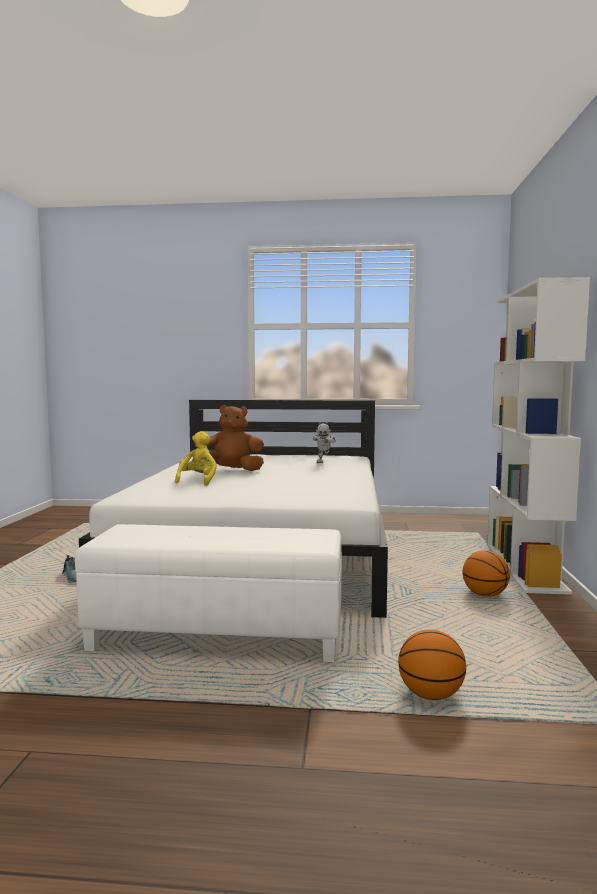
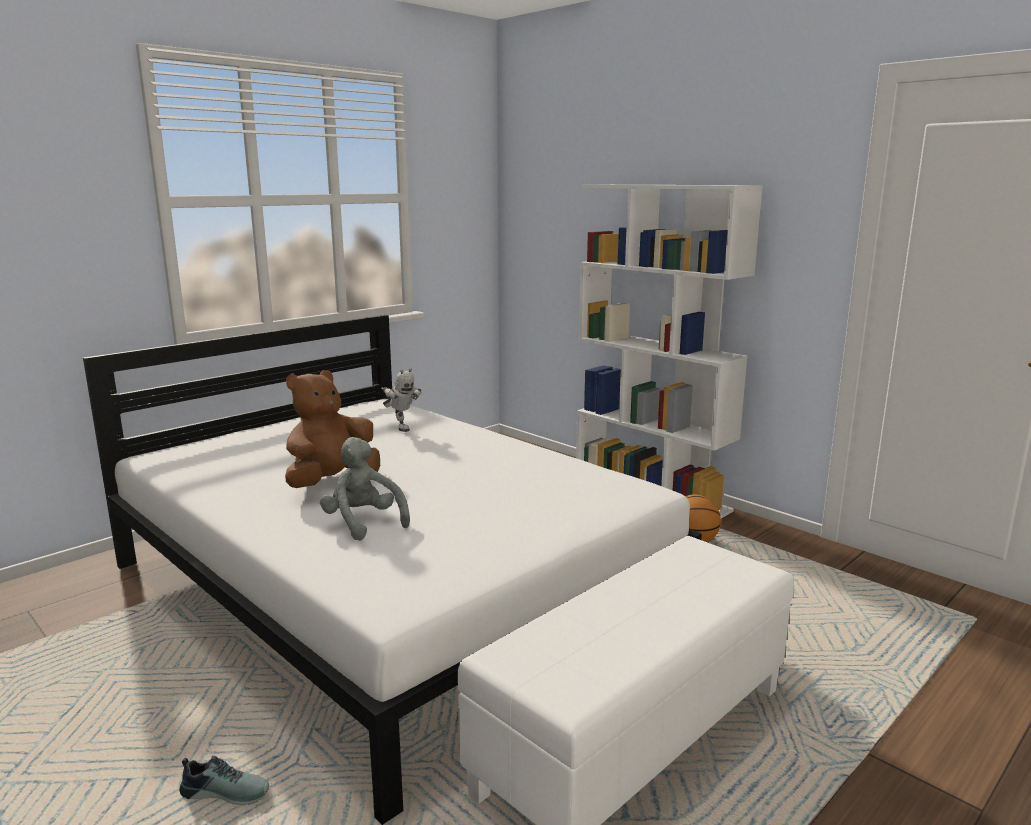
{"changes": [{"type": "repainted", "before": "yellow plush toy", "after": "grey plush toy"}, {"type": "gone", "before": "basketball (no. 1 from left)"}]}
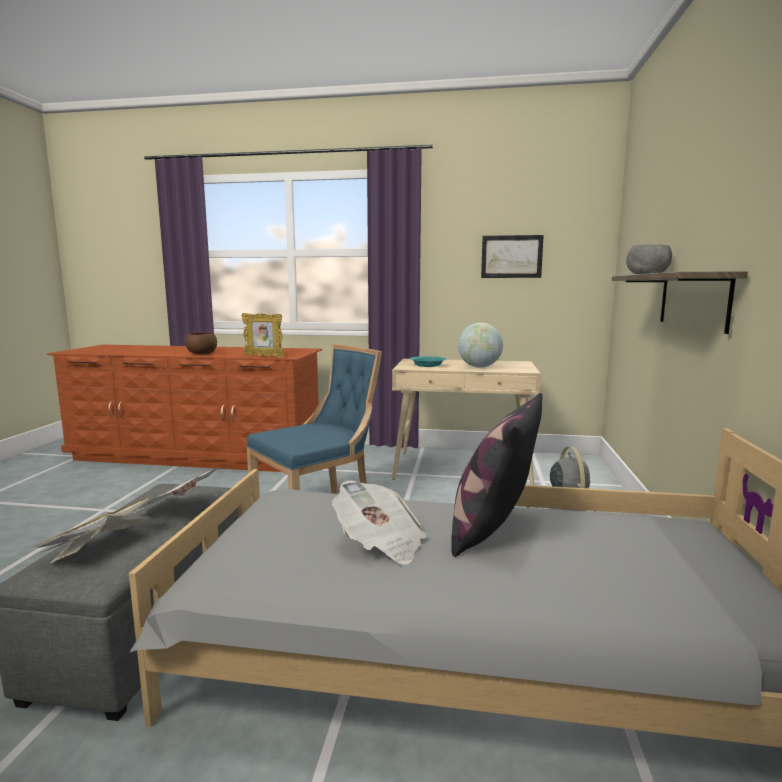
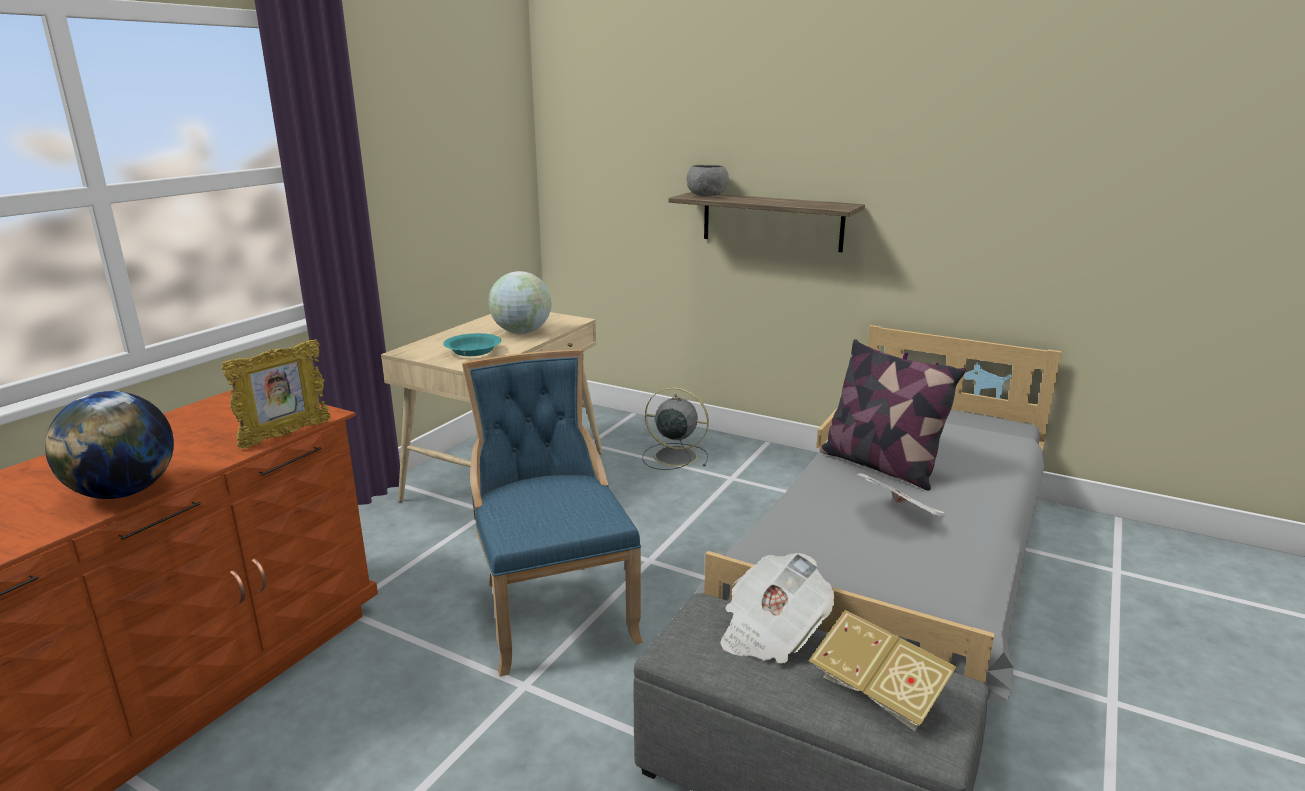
{"changes": [{"type": "gone", "before": "picture"}, {"type": "swapped", "before": "brown bowl", "after": "globe (no. 1 from left)"}]}
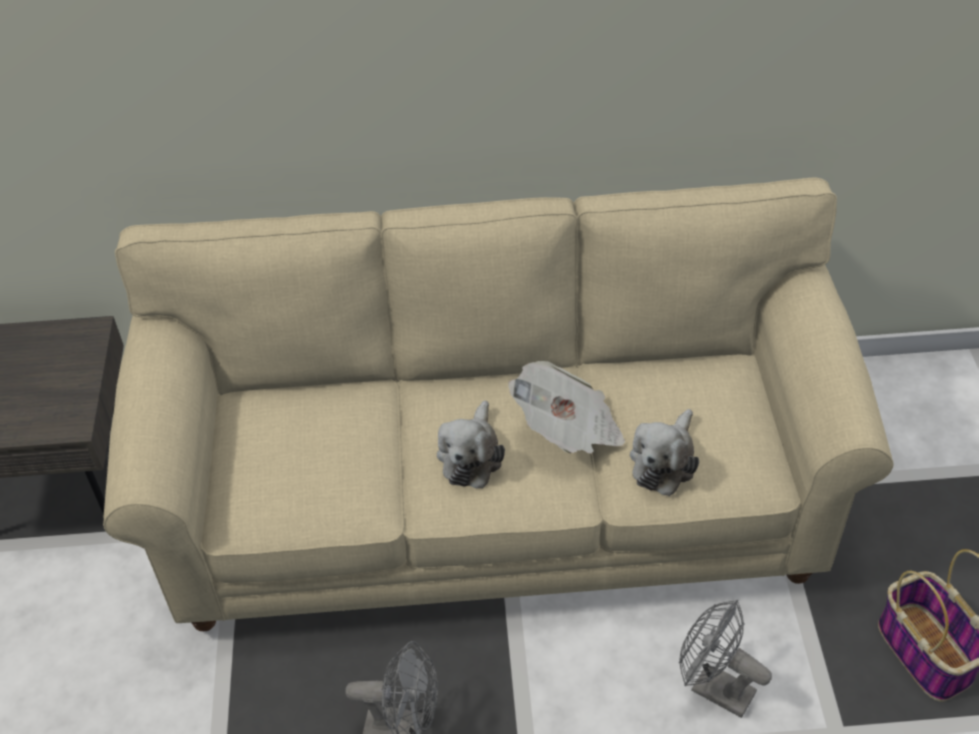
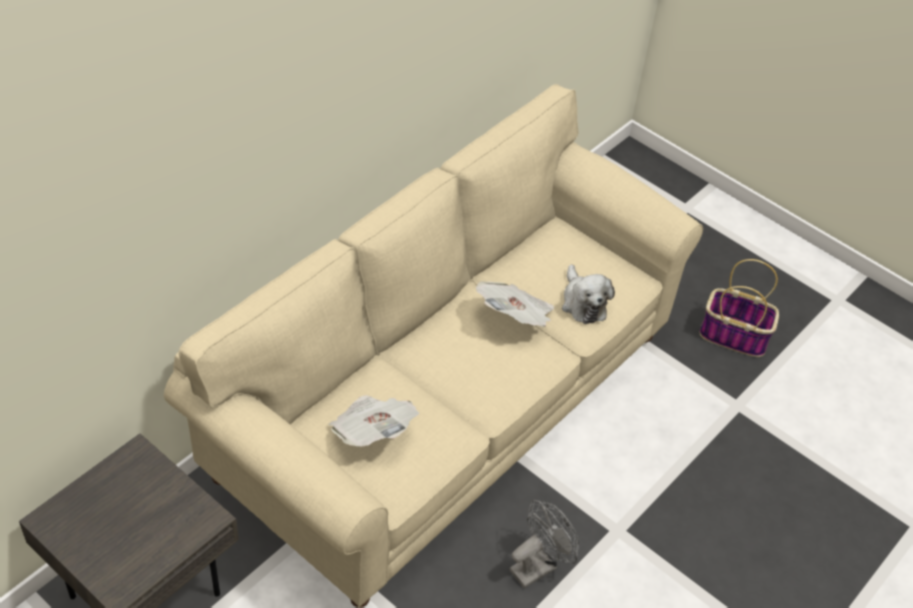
{"changes": [{"type": "gone", "before": "plush toy (no. 1 from left)"}, {"type": "gone", "before": "grey fan (no. 2 from left)"}, {"type": "new", "after": "newspaper (no. 1 from left)"}]}
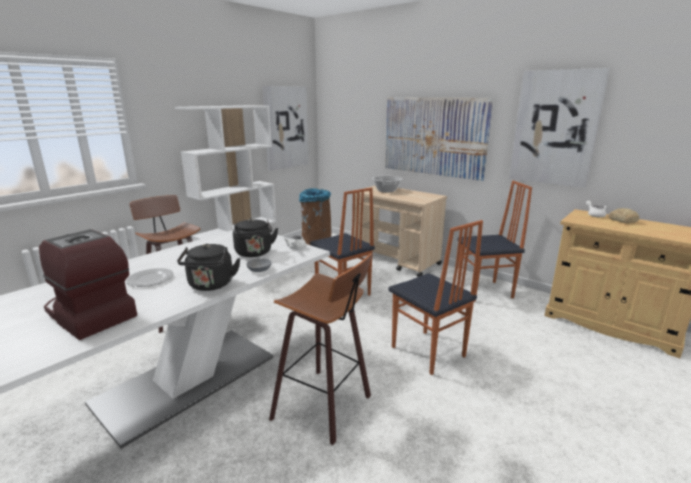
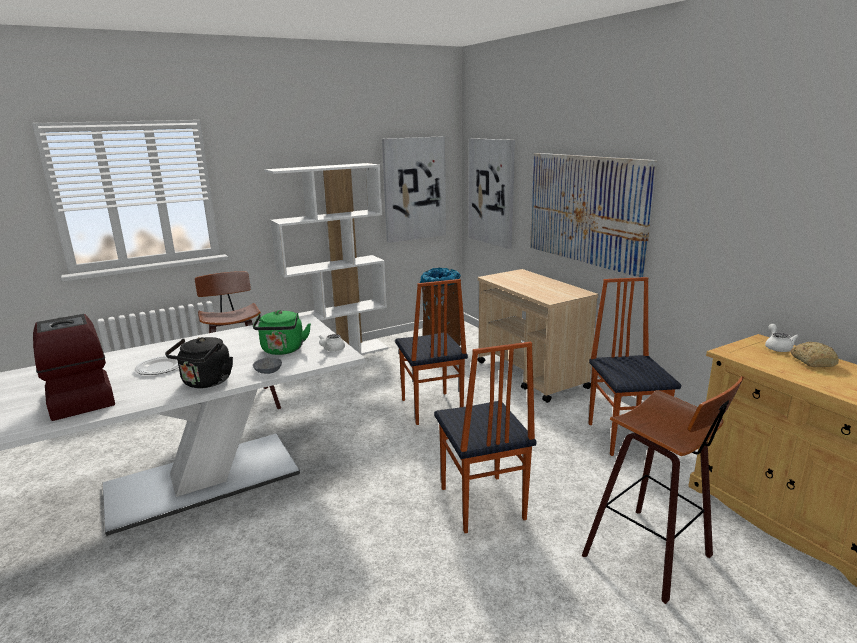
{"changes": [{"type": "shifted", "before": "picture (no. 3 from left in the first image)", "after": "picture (no. 2 from left)"}, {"type": "gone", "before": "cooking pot"}, {"type": "rotated", "before": "chair (no. 3 from left)", "turn": -105}, {"type": "repainted", "before": "black kettle (no. 2 from left)", "after": "green kettle"}, {"type": "shifted", "before": "stool (no. 2 from left)"}]}
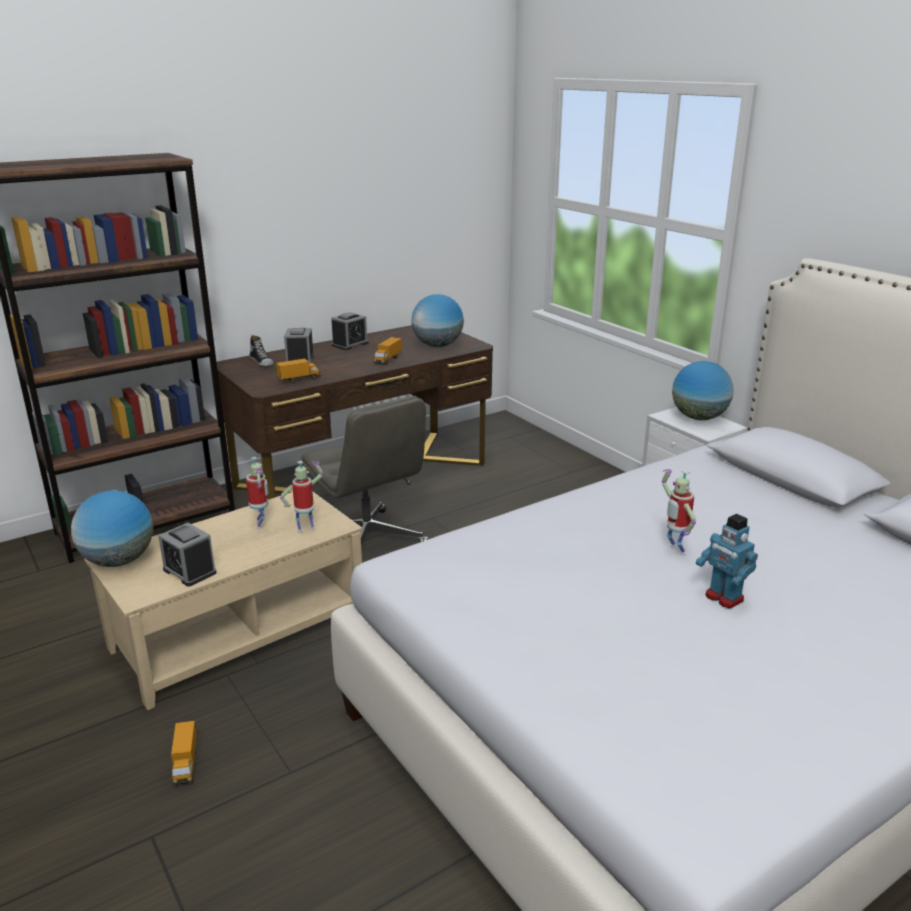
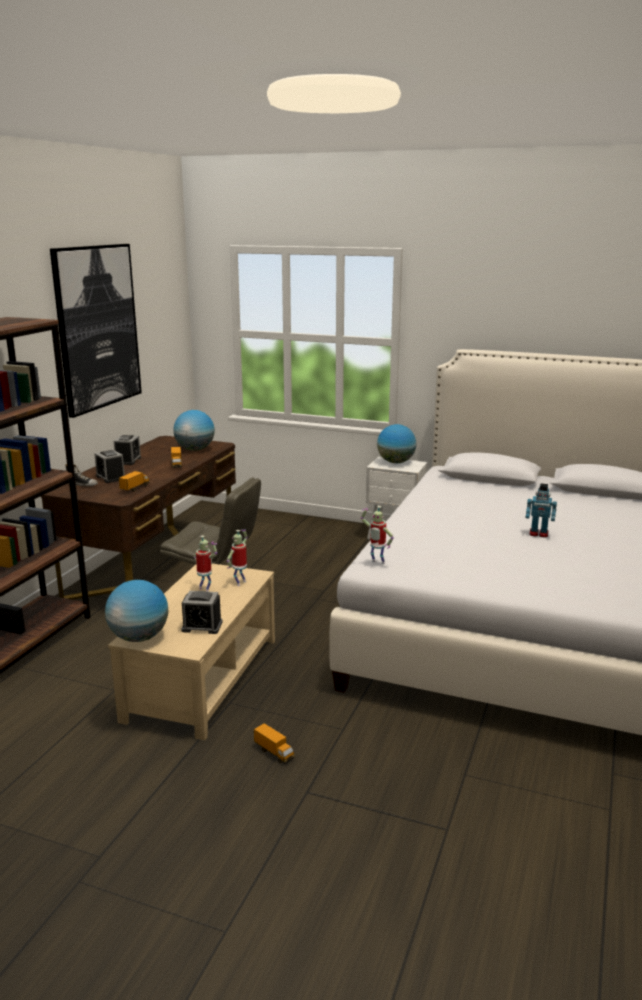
{"changes": [{"type": "shifted", "before": "toy robot (no. 3 from left)"}, {"type": "new", "after": "picture"}]}
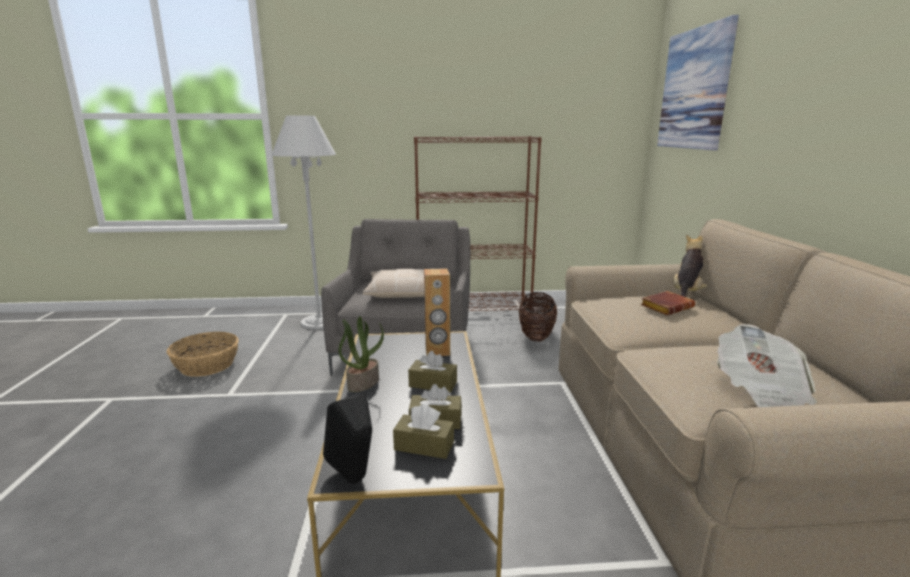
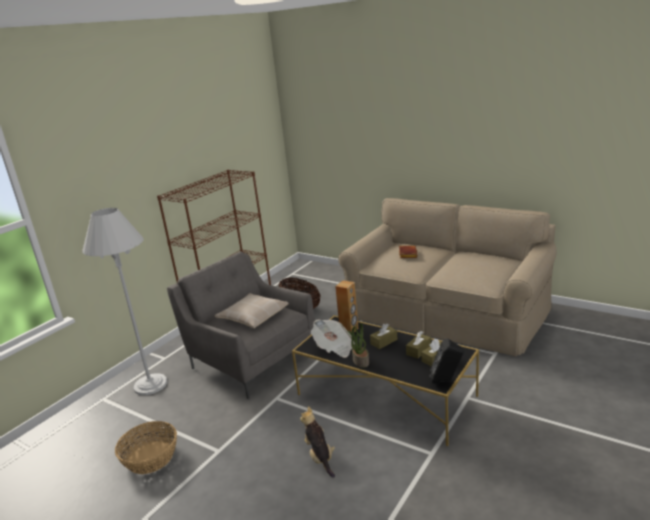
{"changes": [{"type": "gone", "before": "picture"}, {"type": "shifted", "before": "plush toy"}, {"type": "shifted", "before": "newspaper"}]}
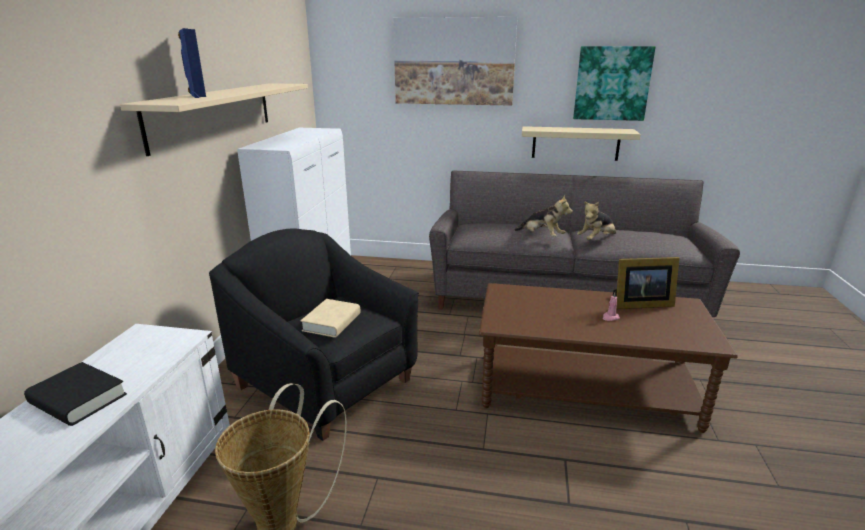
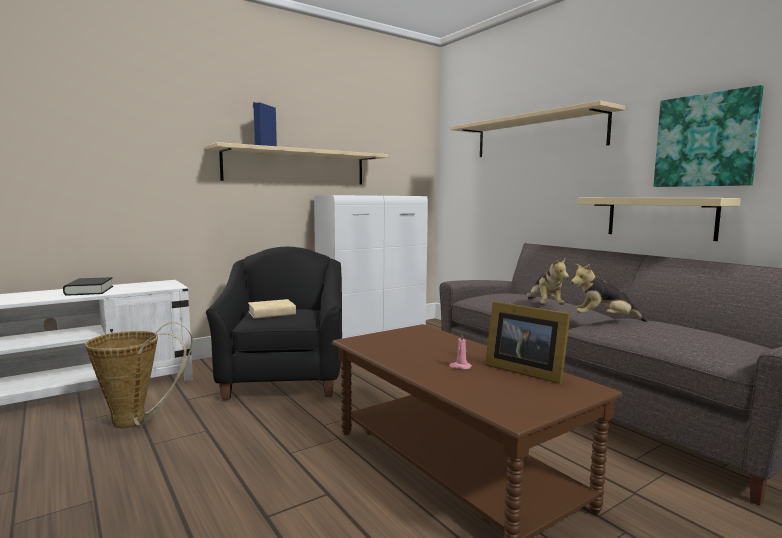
{"changes": [{"type": "swapped", "before": "picture (no. 1 from left)", "after": "beige shelf (no. 2 from left)"}]}
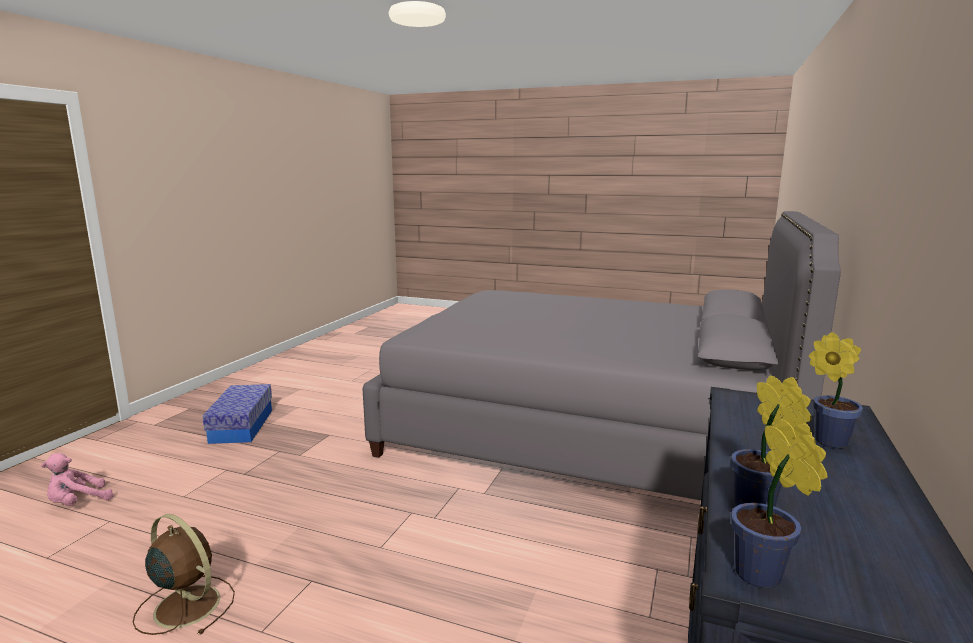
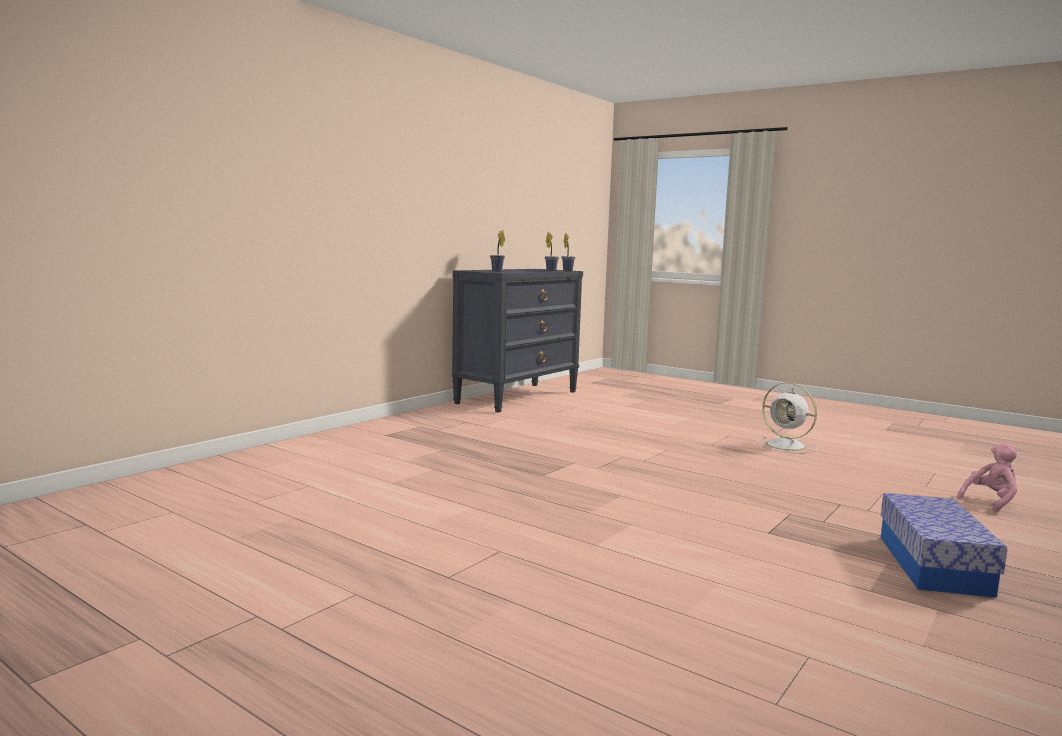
{"changes": [{"type": "gone", "before": "grey bed"}, {"type": "repainted", "before": "brown fan", "after": "white fan"}]}
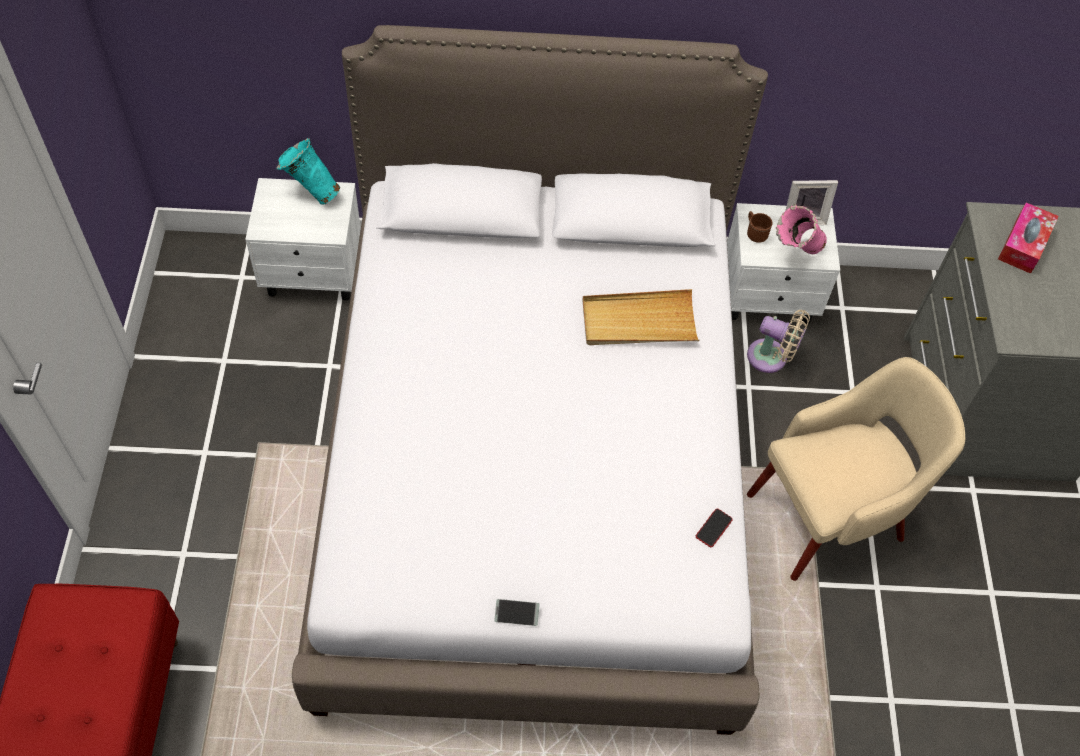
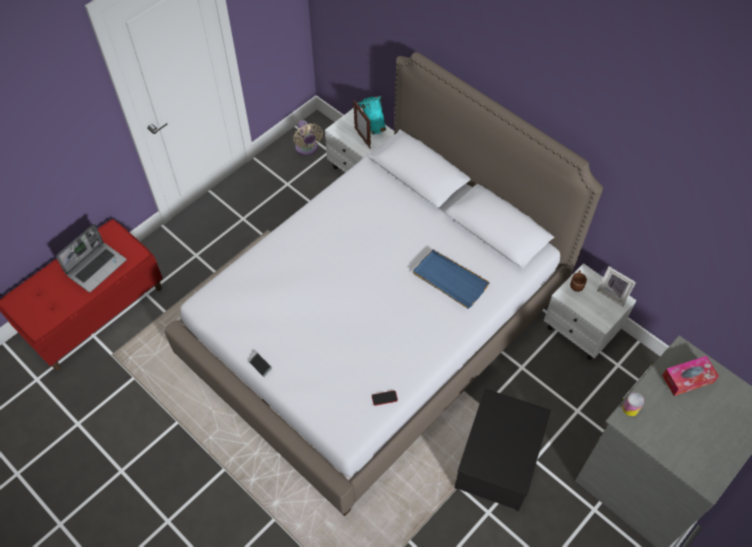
{"changes": [{"type": "gone", "before": "pink vase"}, {"type": "repainted", "before": "beige tray", "after": "blue tray"}, {"type": "shifted", "before": "beige fan"}, {"type": "swapped", "before": "beige armchair", "after": "storage box"}, {"type": "new", "after": "picture frame (no. 1 from left)"}, {"type": "new", "after": "laptop"}, {"type": "new", "after": "can"}]}
